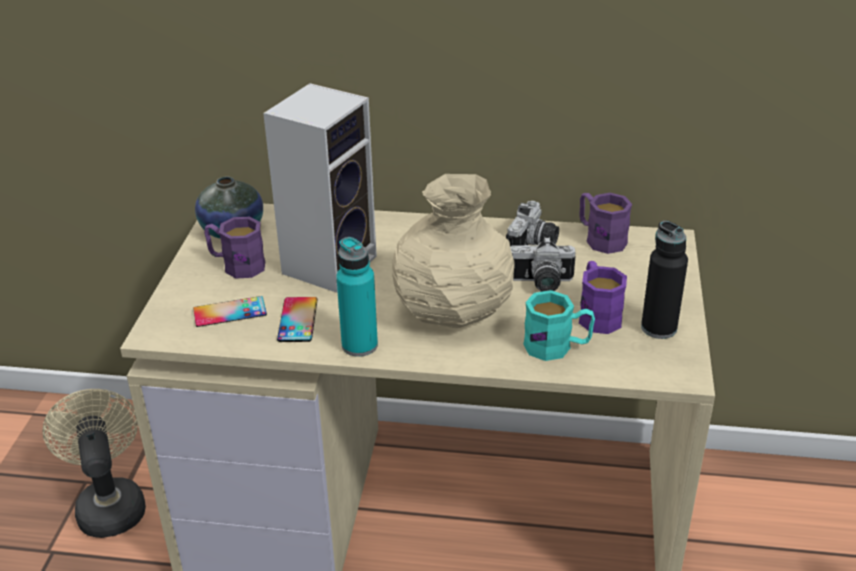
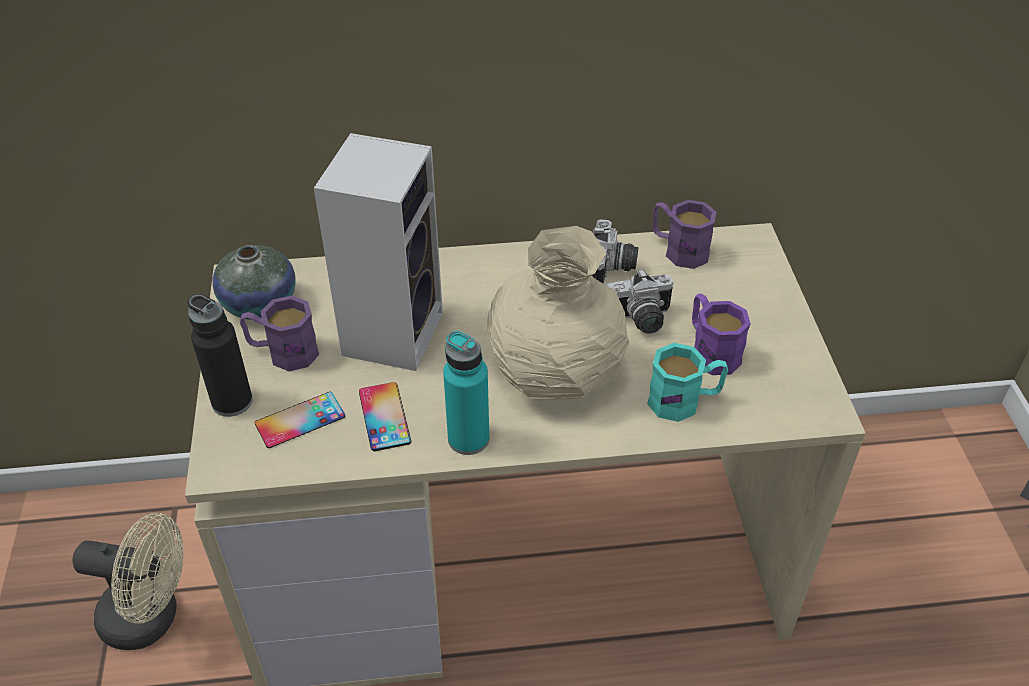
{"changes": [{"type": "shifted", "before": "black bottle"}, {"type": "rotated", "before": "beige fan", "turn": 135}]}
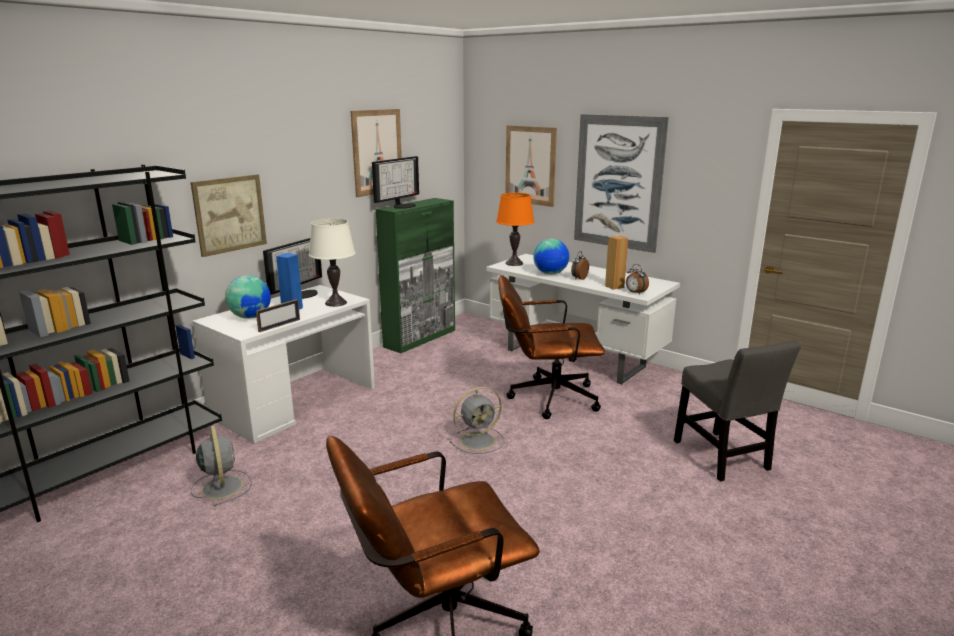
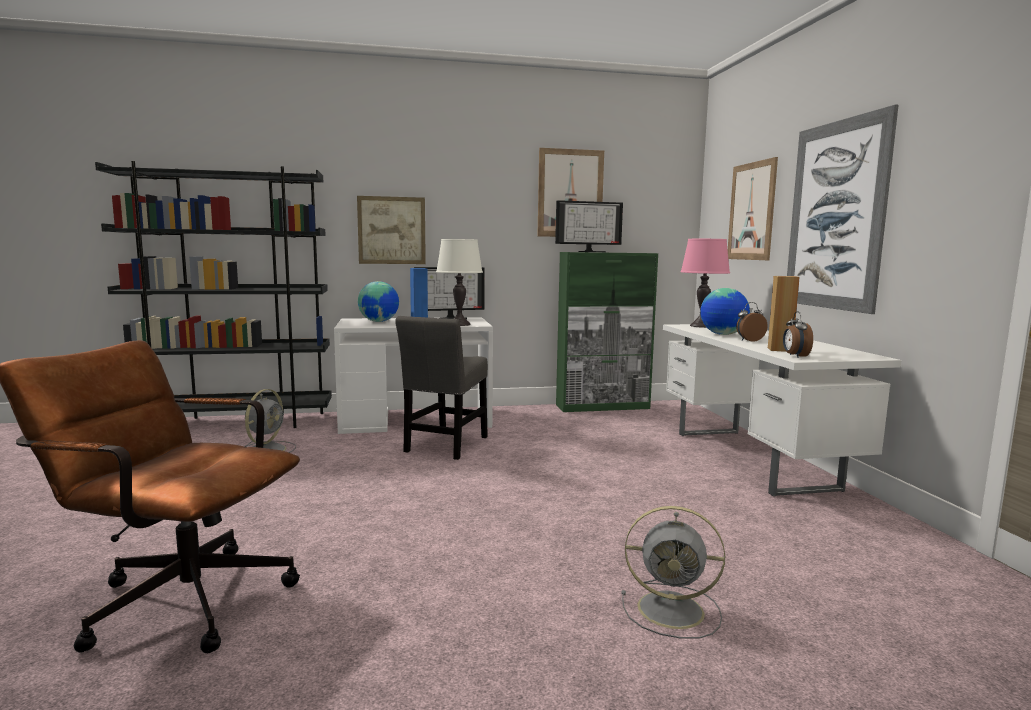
{"changes": [{"type": "repainted", "before": "orange table lamp", "after": "pink table lamp"}, {"type": "gone", "before": "brown office chair (no. 2 from left)"}, {"type": "gone", "before": "picture frame"}, {"type": "shifted", "before": "grey chair"}, {"type": "shifted", "before": "grey fan (no. 2 from left)"}]}
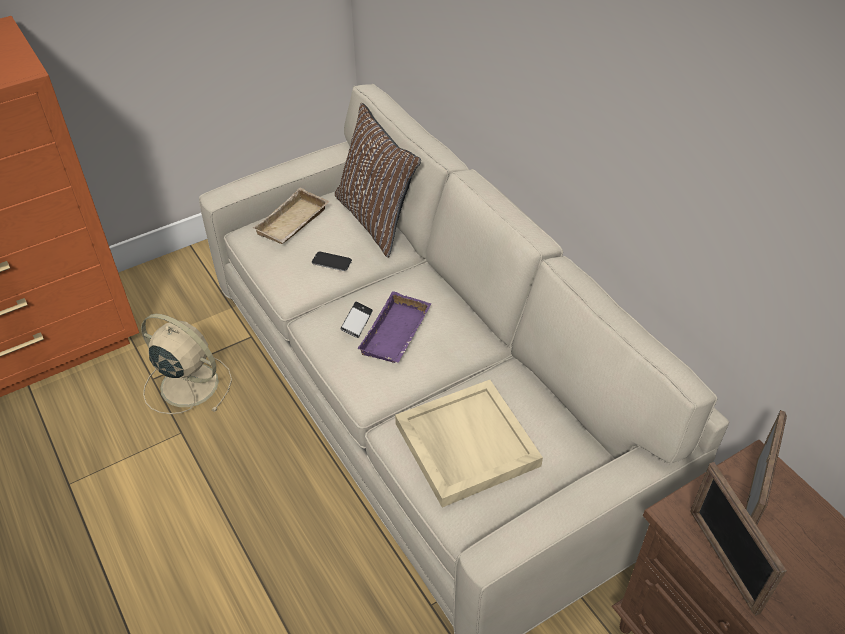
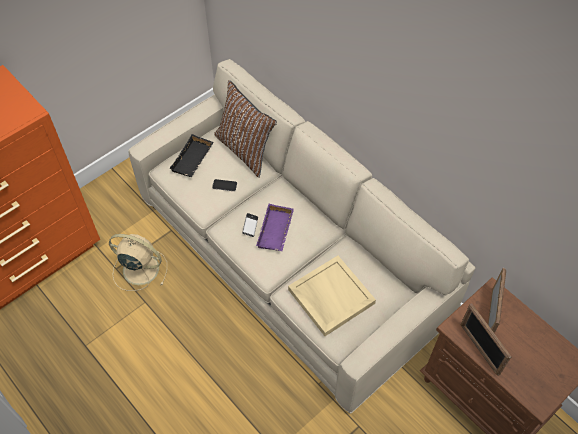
{"changes": [{"type": "repainted", "before": "beige tray (no. 1 from left)", "after": "black tray"}]}
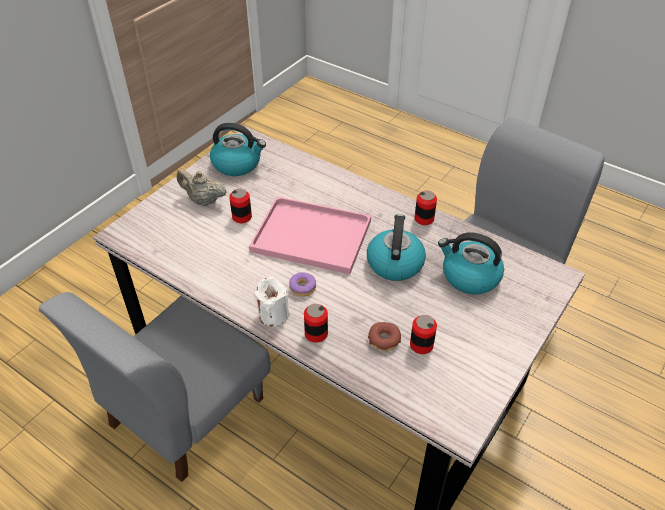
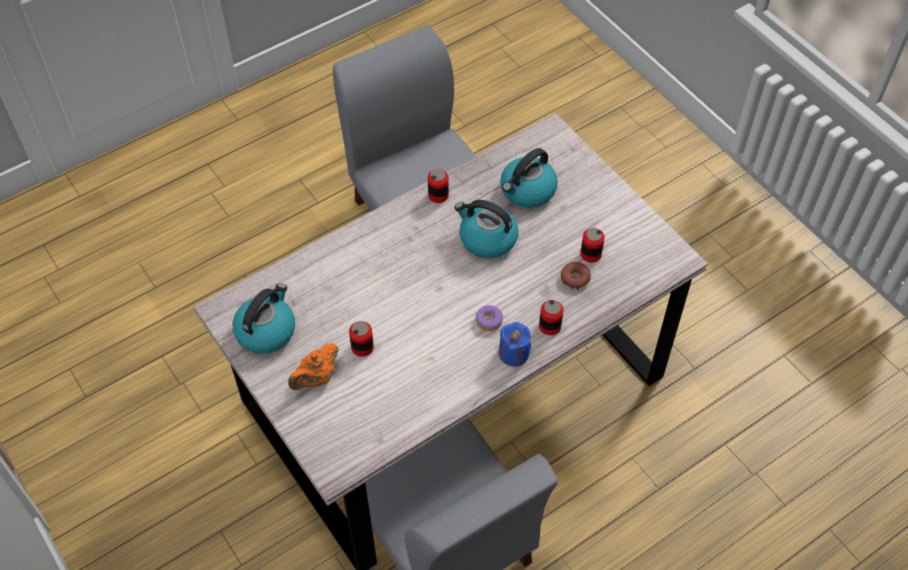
{"changes": [{"type": "repainted", "before": "beige teapot", "after": "orange teapot"}, {"type": "gone", "before": "pink tray"}, {"type": "repainted", "before": "white candle", "after": "blue candle"}]}
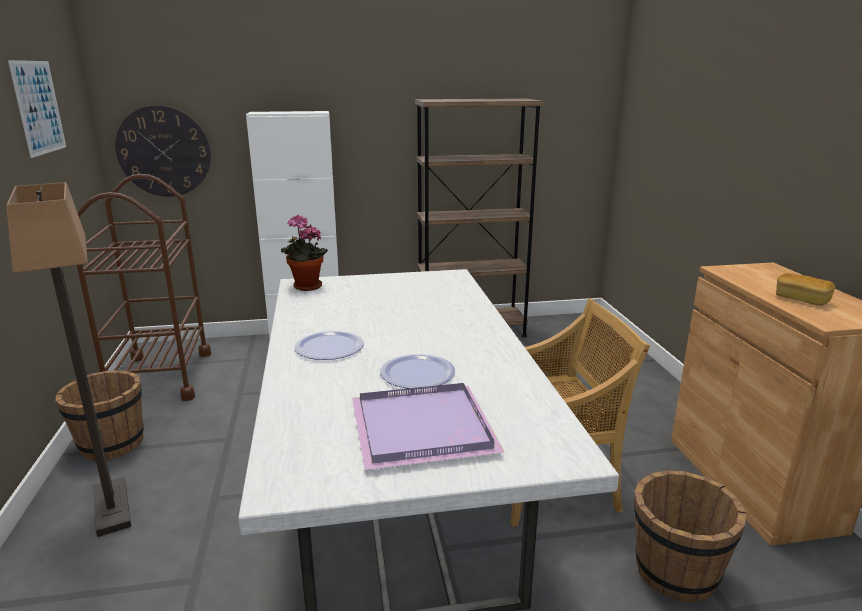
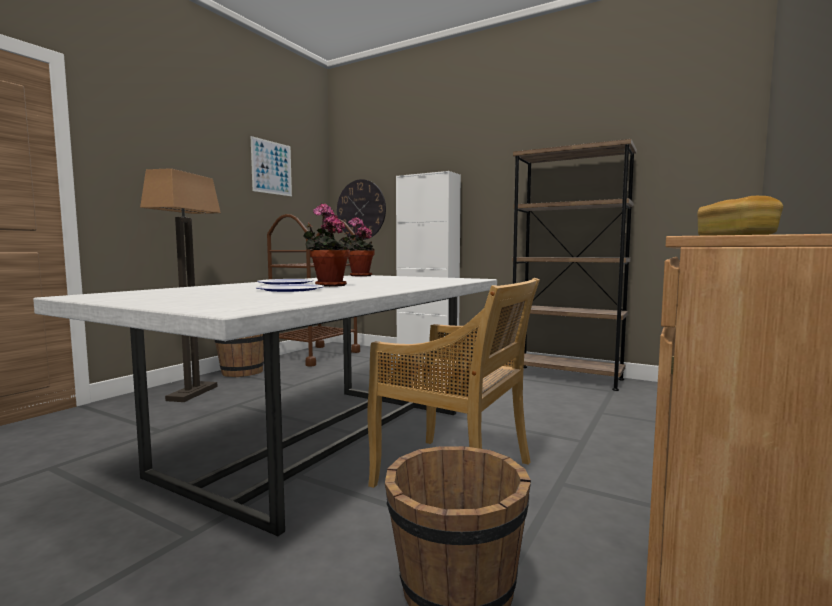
{"changes": [{"type": "gone", "before": "purple tray"}, {"type": "new", "after": "potted plant (no. 1 from left)"}]}
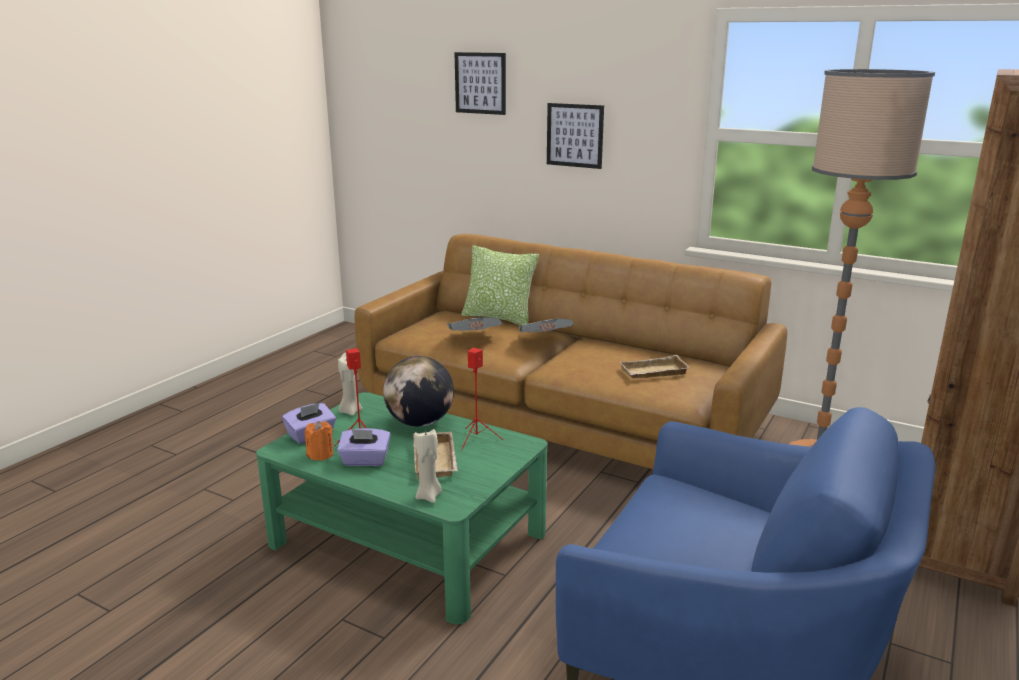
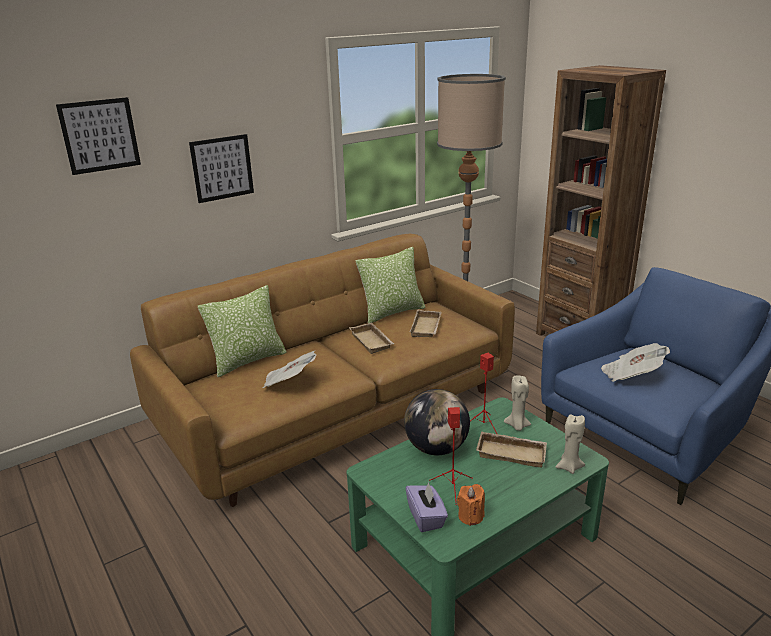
{"changes": [{"type": "shifted", "before": "newspaper (no. 2 from left)"}, {"type": "shifted", "before": "beige candle (no. 1 from left)"}, {"type": "gone", "before": "purple tissue box (no. 2 from left)"}, {"type": "new", "after": "pillow (no. 2 from left)"}, {"type": "new", "after": "beige tray (no. 1 from left)"}]}
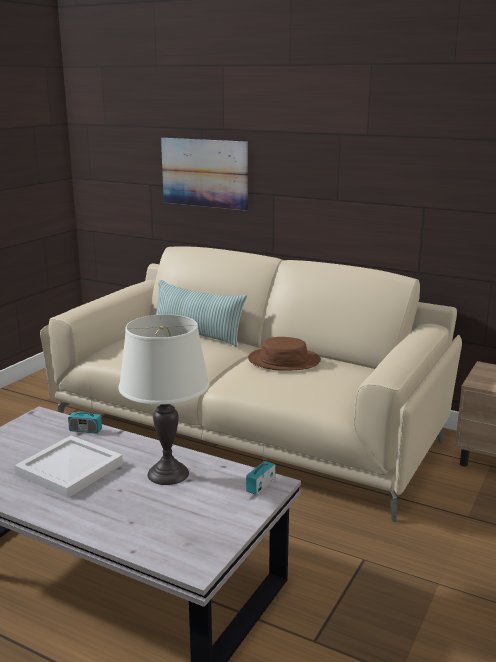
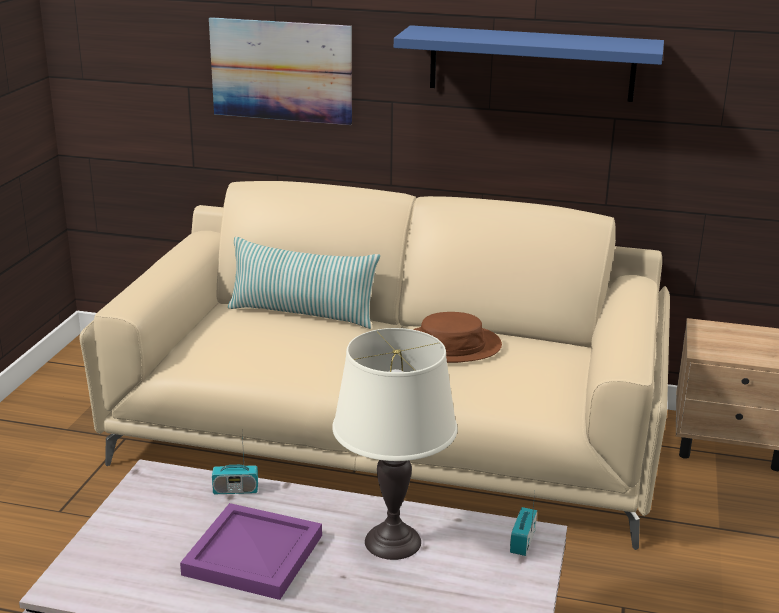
{"changes": [{"type": "repainted", "before": "white tray", "after": "purple tray"}, {"type": "new", "after": "blue shelf"}]}
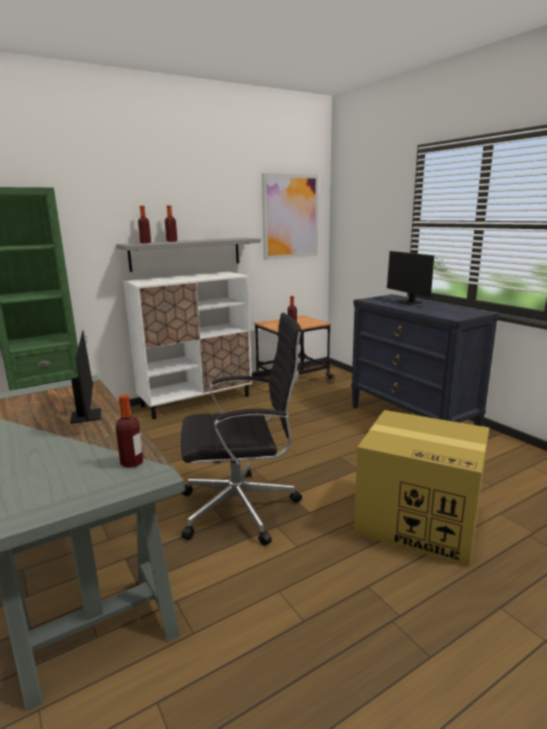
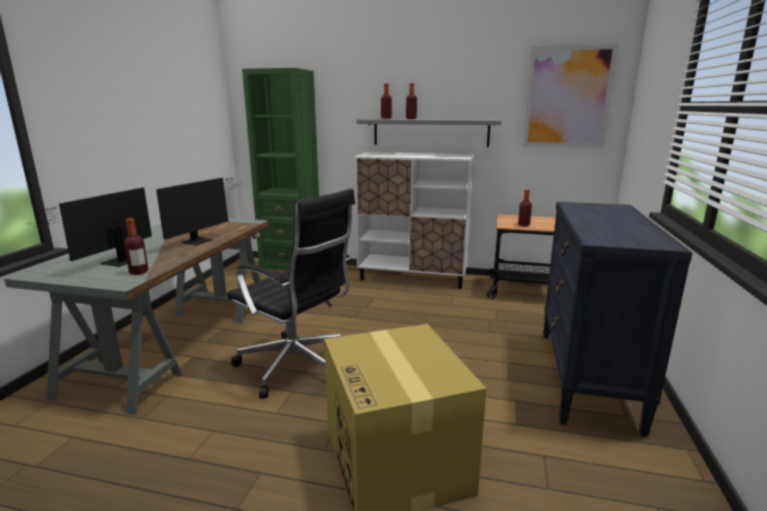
{"changes": [{"type": "shifted", "before": "monitor (no. 2 from left in the first image)", "after": "monitor (no. 1 from left)"}]}
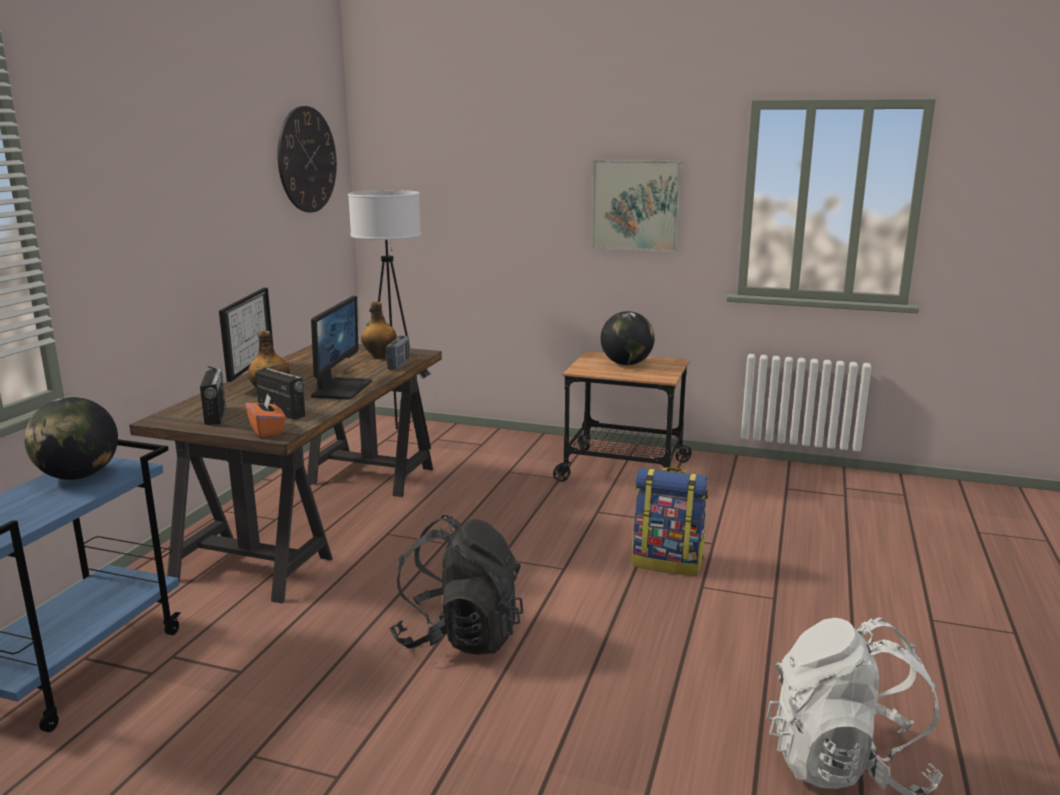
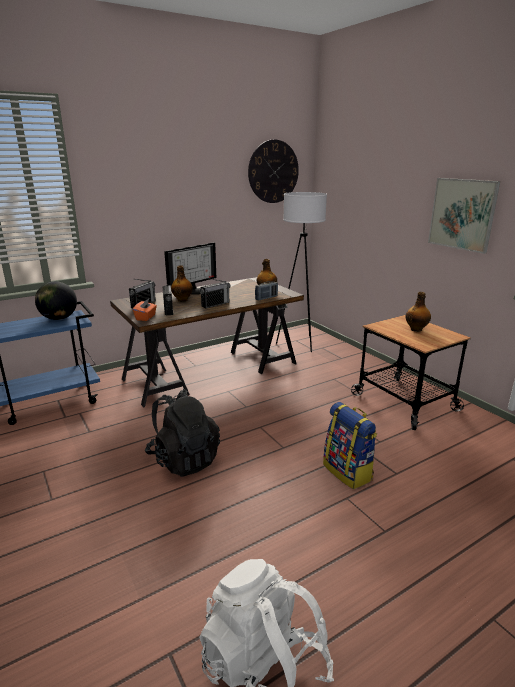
{"changes": [{"type": "swapped", "before": "monitor (no. 2 from left)", "after": "radio (no. 3 from left)"}, {"type": "swapped", "before": "globe (no. 2 from left)", "after": "bottle (no. 3 from left)"}]}
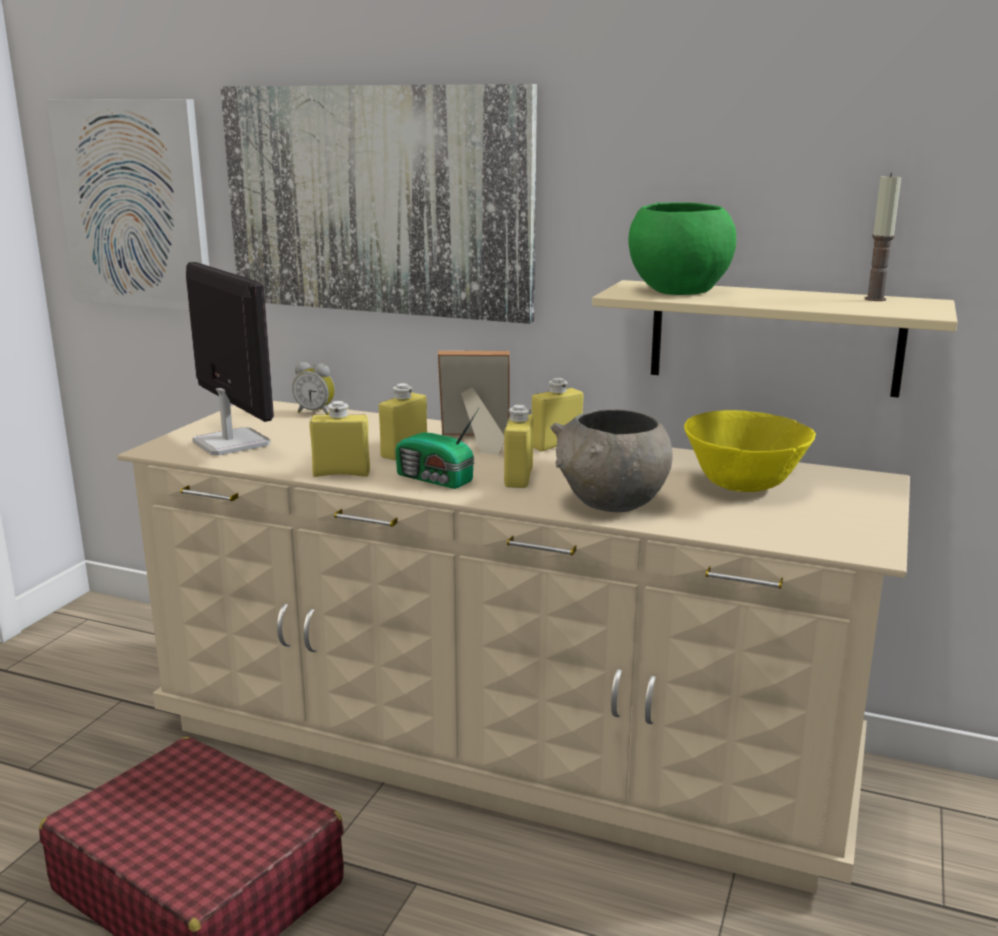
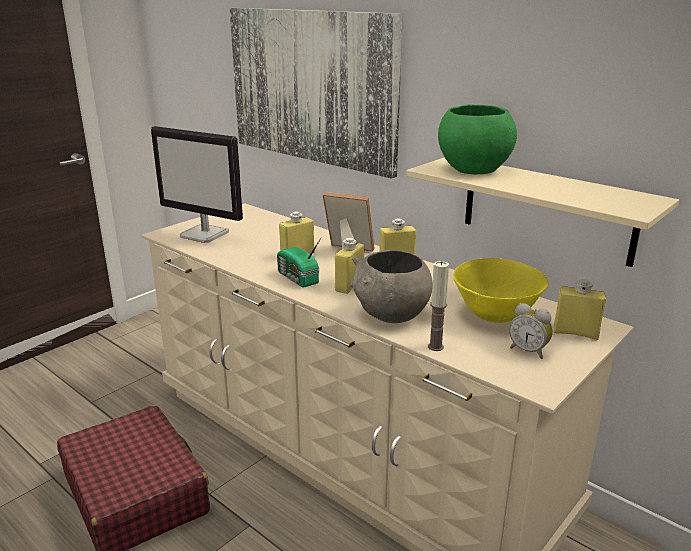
{"changes": [{"type": "gone", "before": "picture (no. 1 from left)"}, {"type": "shifted", "before": "candle"}, {"type": "rotated", "before": "monitor", "turn": 135}, {"type": "shifted", "before": "alarm clock"}, {"type": "shifted", "before": "yellow bottle (no. 1 from left in the first image)", "after": "yellow bottle (no. 4 from left)"}]}
